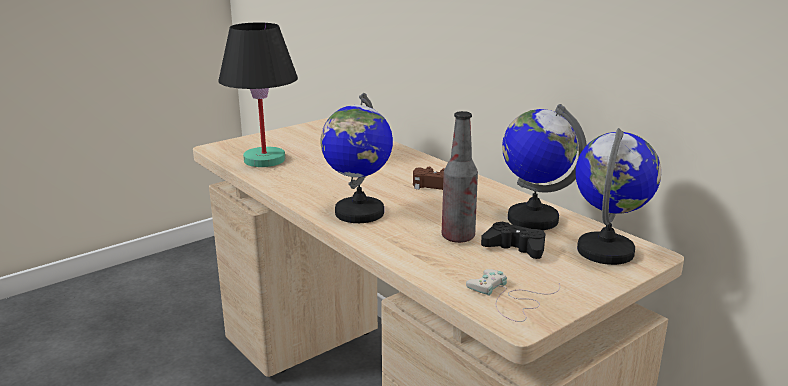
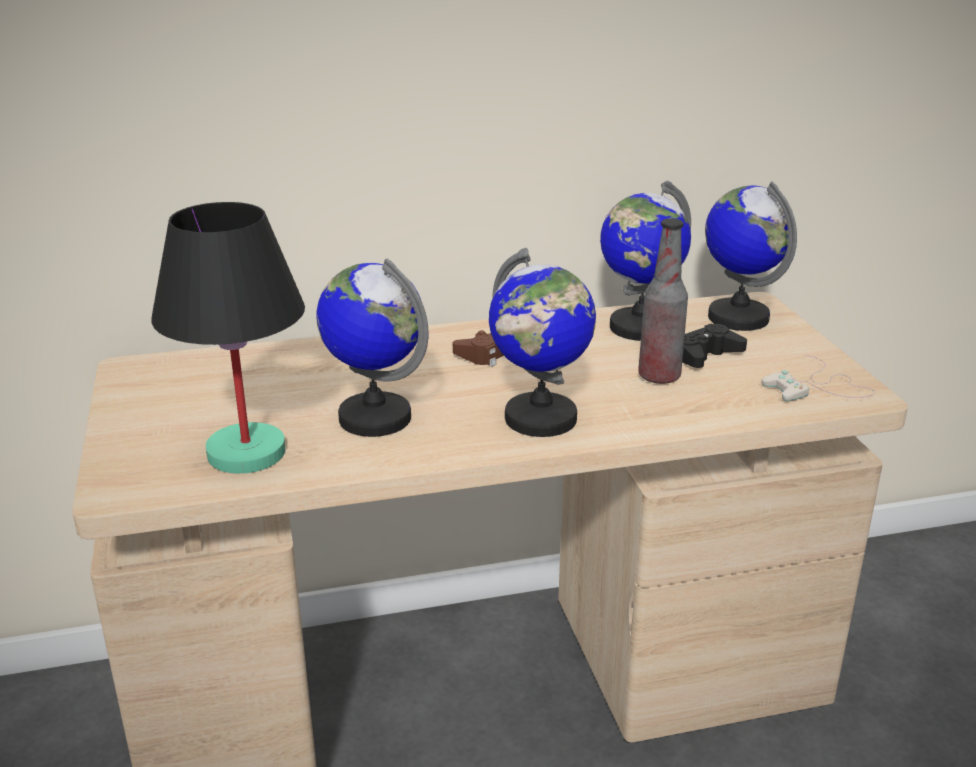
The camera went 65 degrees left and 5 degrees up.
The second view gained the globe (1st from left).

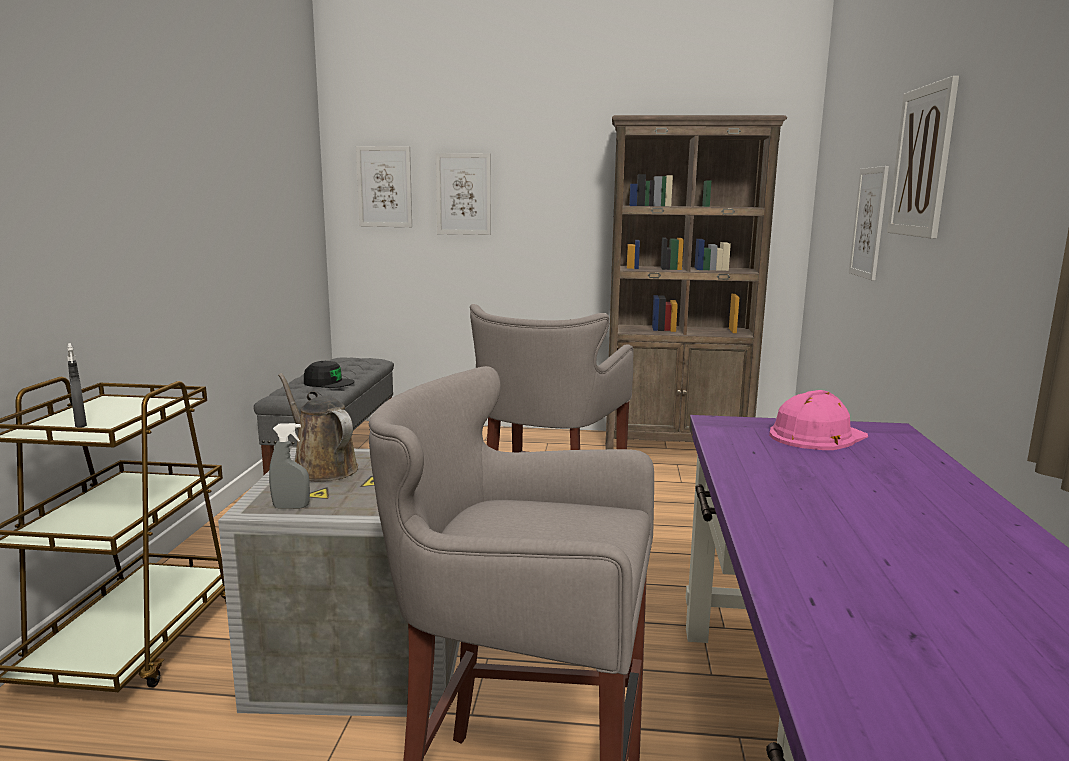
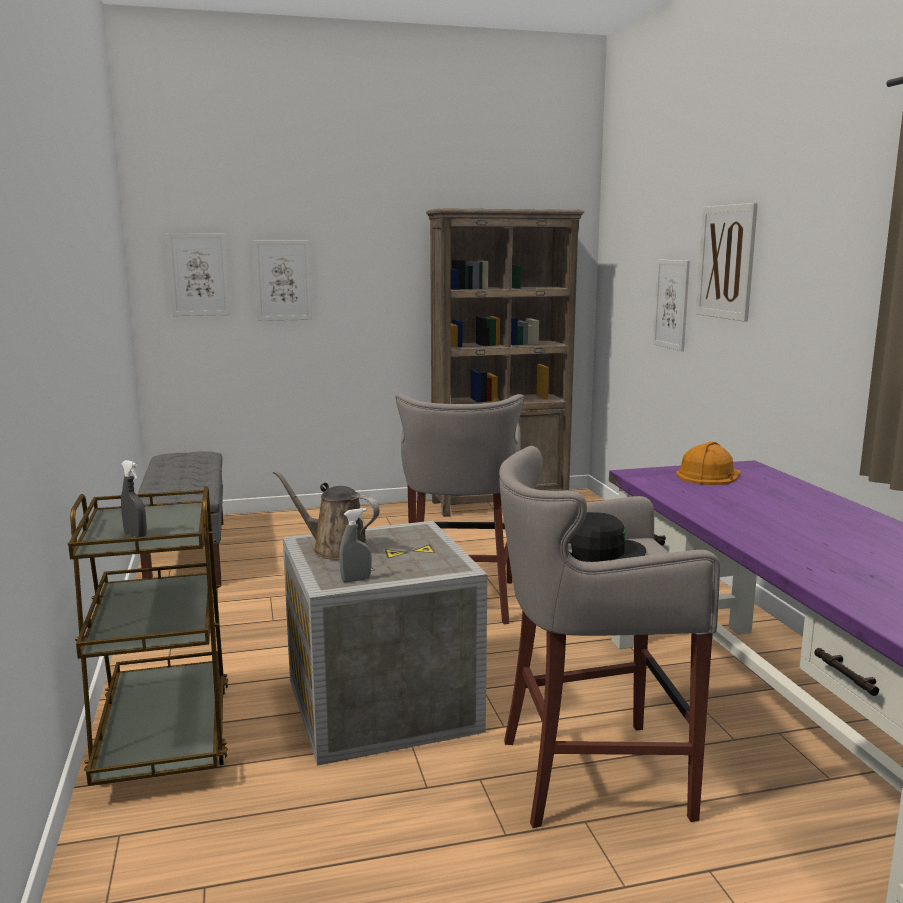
The camera went 20 degrees left and 0 degrees up.
The black cap ended up elsewhere.
What was the pink hard hat turned into the orange hard hat.

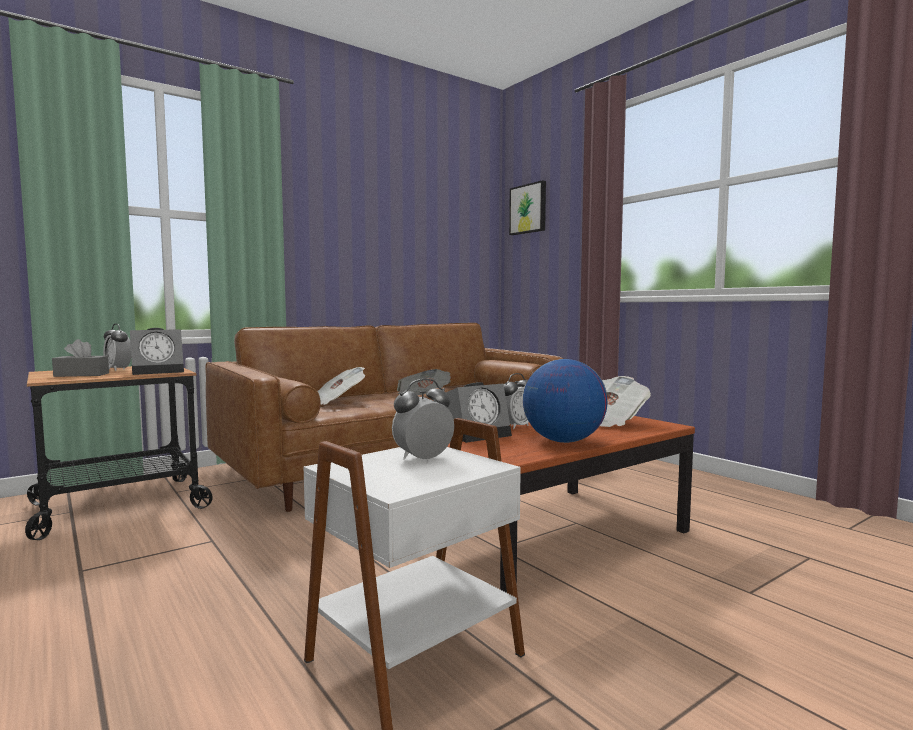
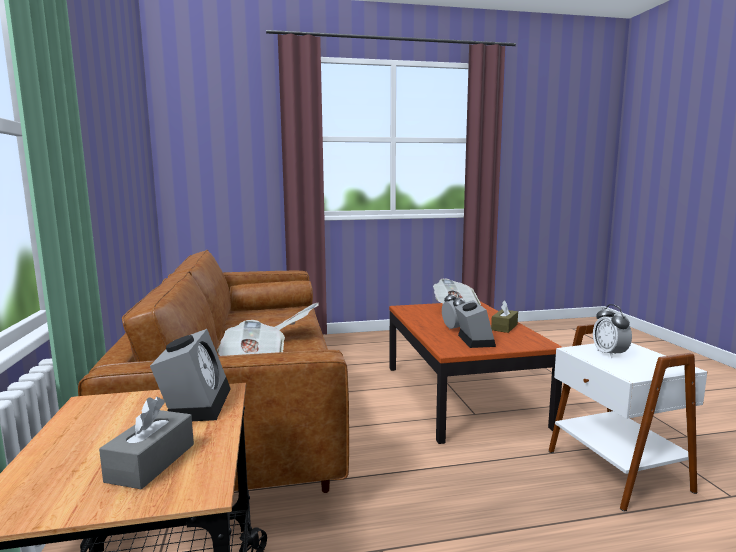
The camera went 65 degrees left and 5 degrees up.
The second view lost the alarm clock (1st from left).
The second view lost the picture.
Where the globe stood, the brown tissue box came to stand.

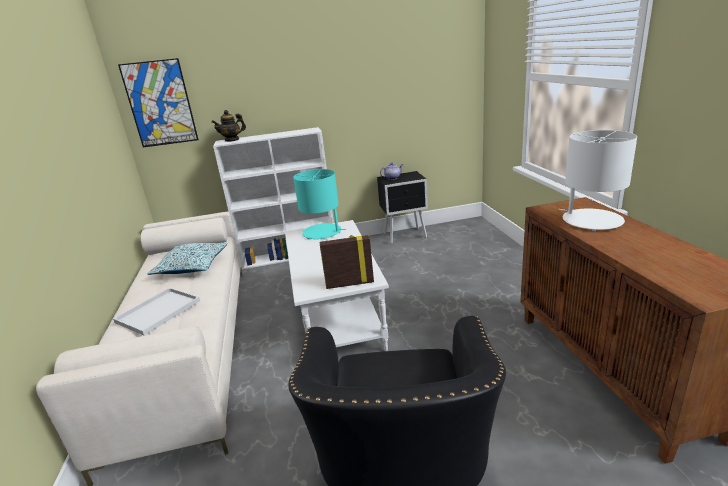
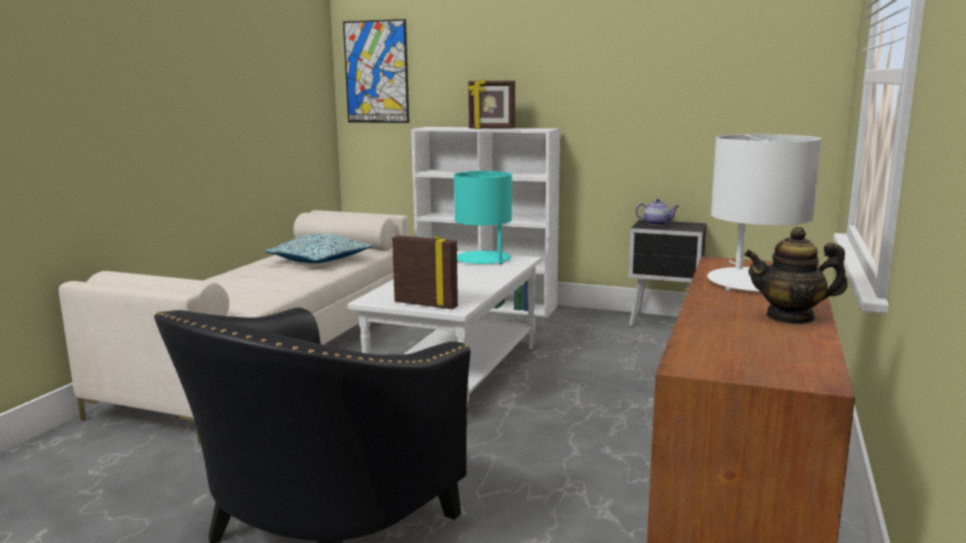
The camera went 30 degrees right and 10 degrees down.
The second view lost the white tray.
The second view gained the picture frame (2nd from left).
The teapot (1st from left in the first image) ended up elsewhere.

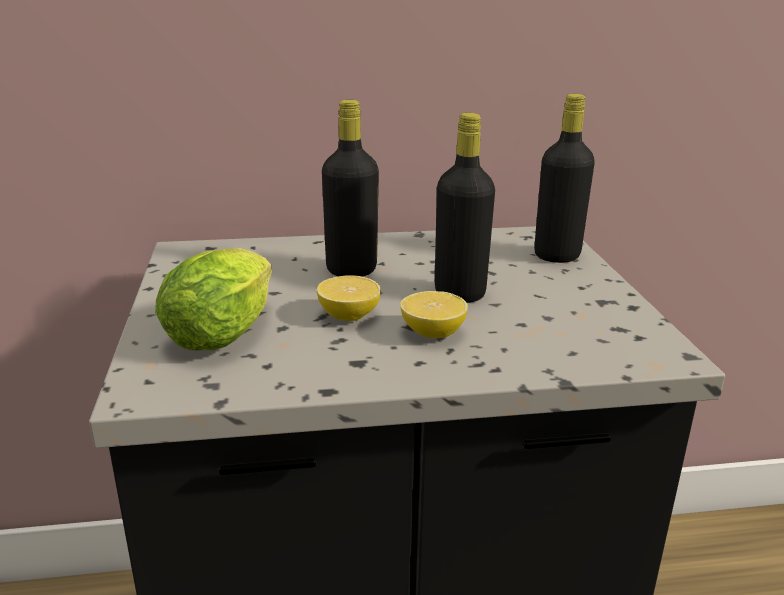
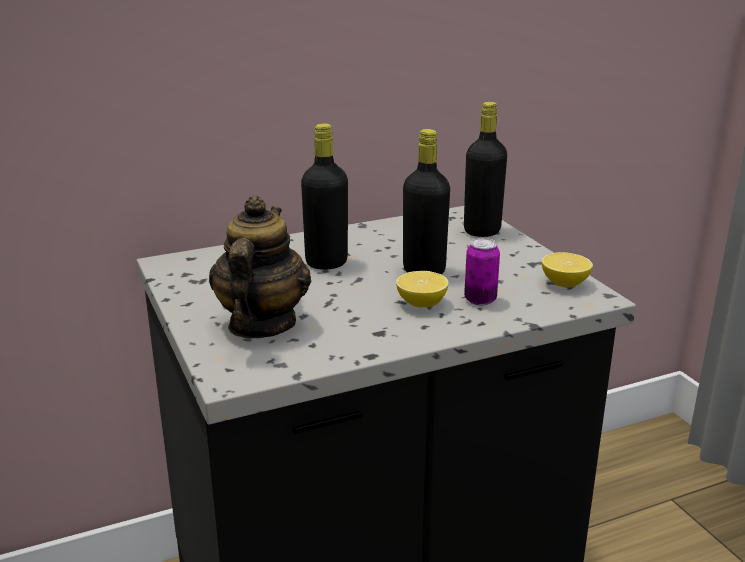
The camera went 15 degrees left and 0 degrees up.
The second view gained the can.
The lemon (1st from left in the first image) ended up elsewhere.
Where the lettuce stood, the teapot came to stand.

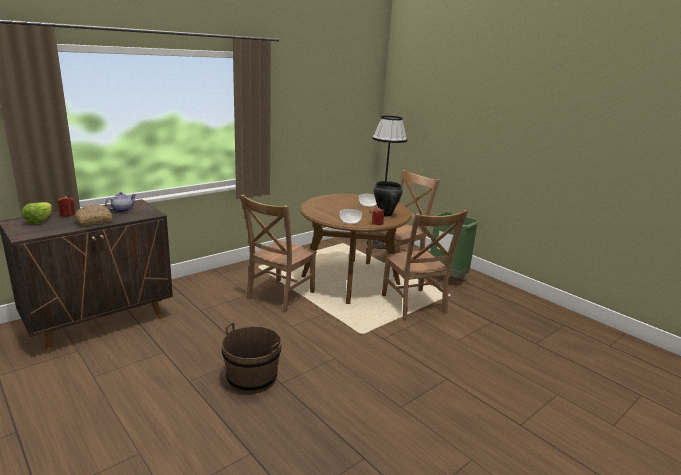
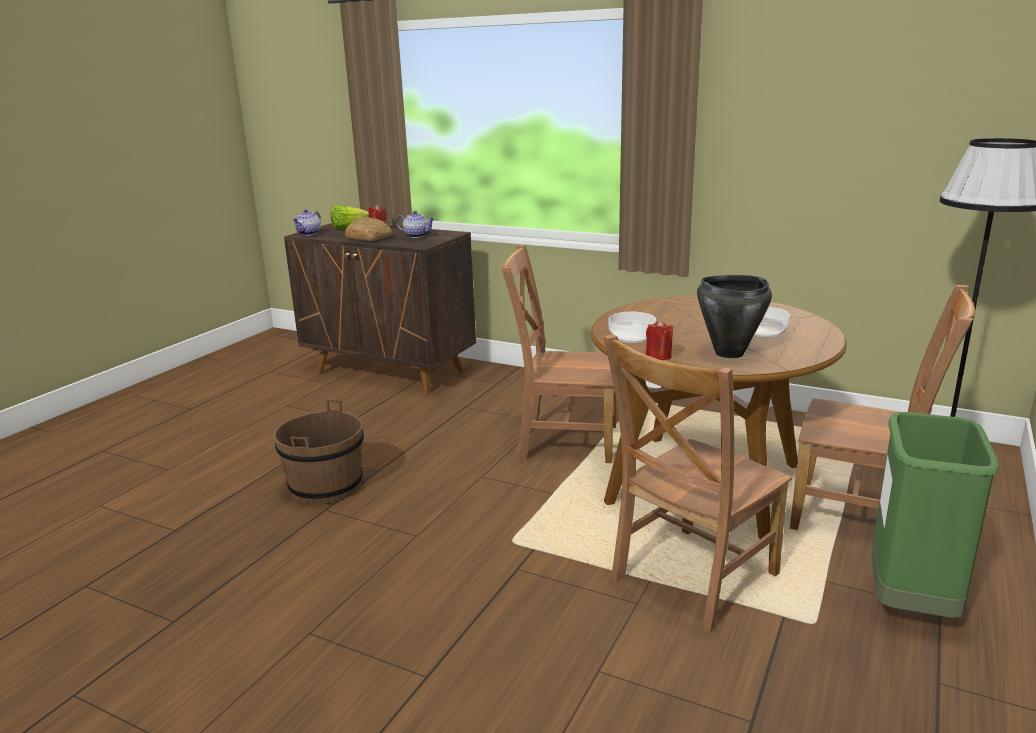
The camera went 70 degrees right and 0 degrees up.
The second view gained the teapot (1st from left).

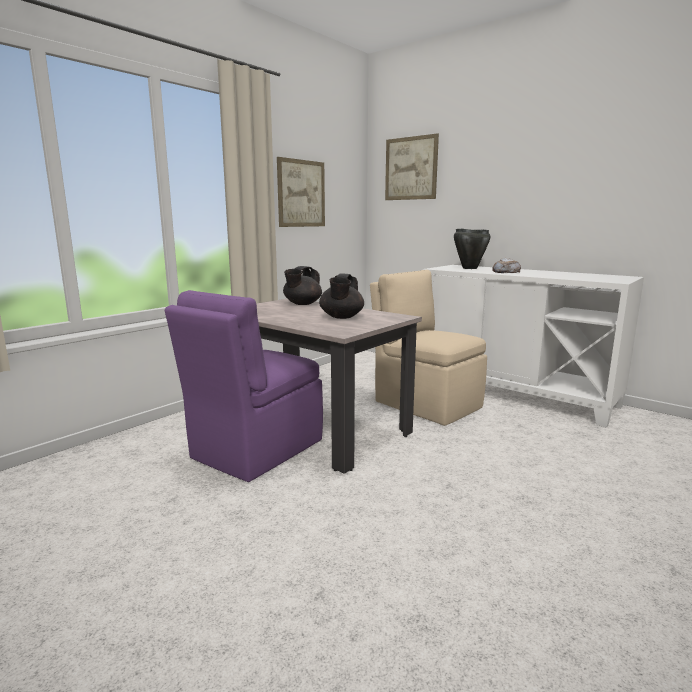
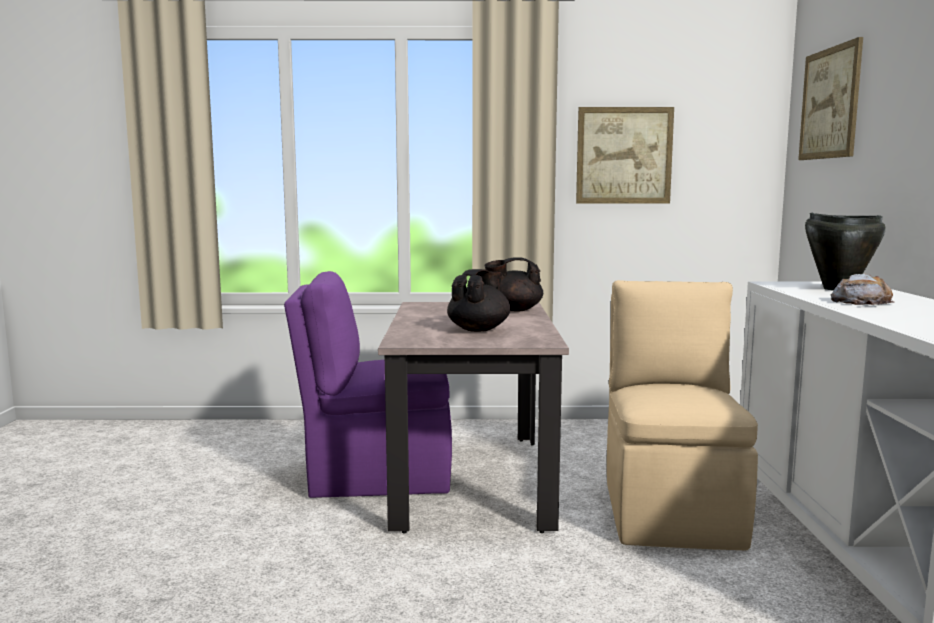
The camera went 50 degrees right and 5 degrees down.
The black teapot (2nd from left in the first image) ended up facing another way, 150 degrees clockwise from before.

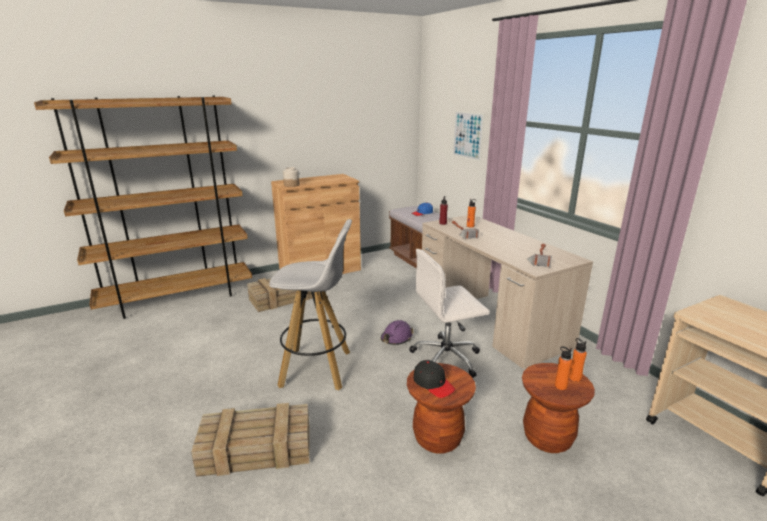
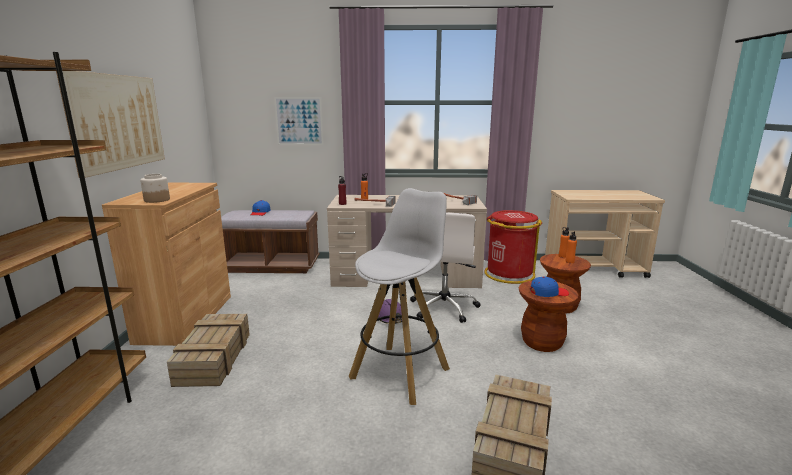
The camera went 60 degrees left and 5 degrees down.
The second view gained the picture (1st from left).
The second view gained the red trash can.
What was the black cap turned into the blue cap (2nd from left).

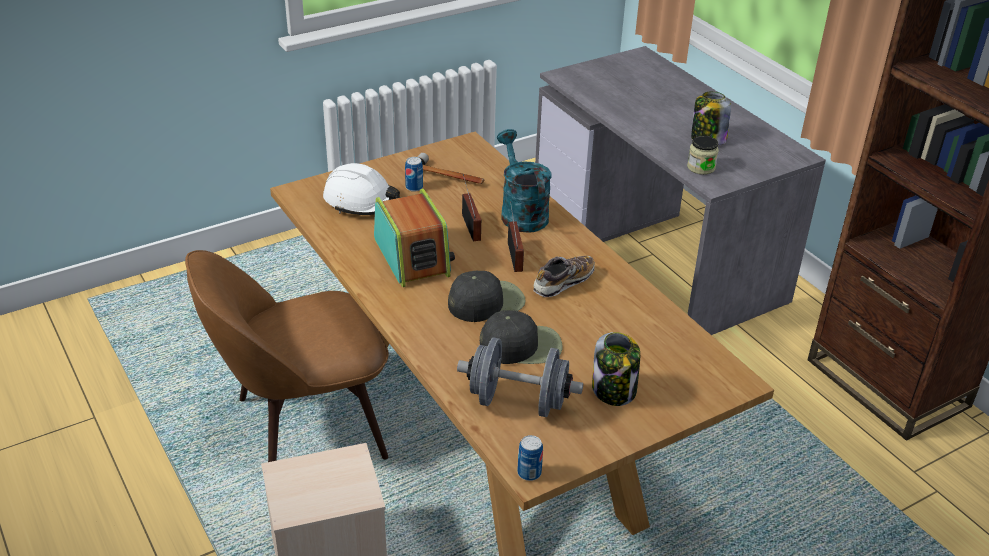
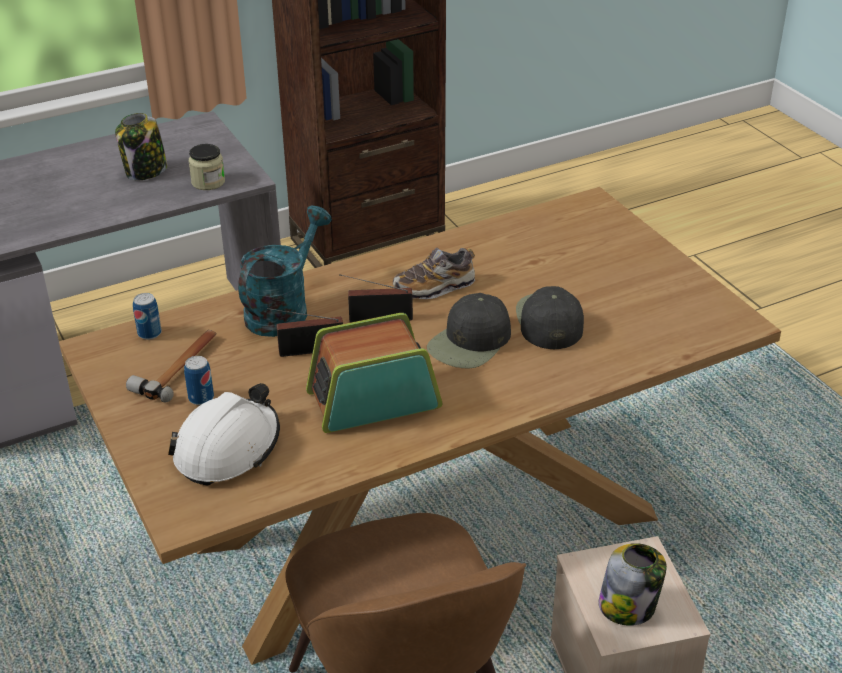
The camera went 85 degrees left and 0 degrees up.
The second view lost the grey dumbbell.
The can (2nd from left in the first image) ended up elsewhere.
The jar (1st from left in the first image) ended up elsewhere.
The black cap (1st from left) ended up facing another way, 120 degrees counterclockwise from before.
The turquoise watering can ended up facing another way, 135 degrees clockwise from before.
The shoe ended up facing another way, 75 degrees counterclockwise from before.

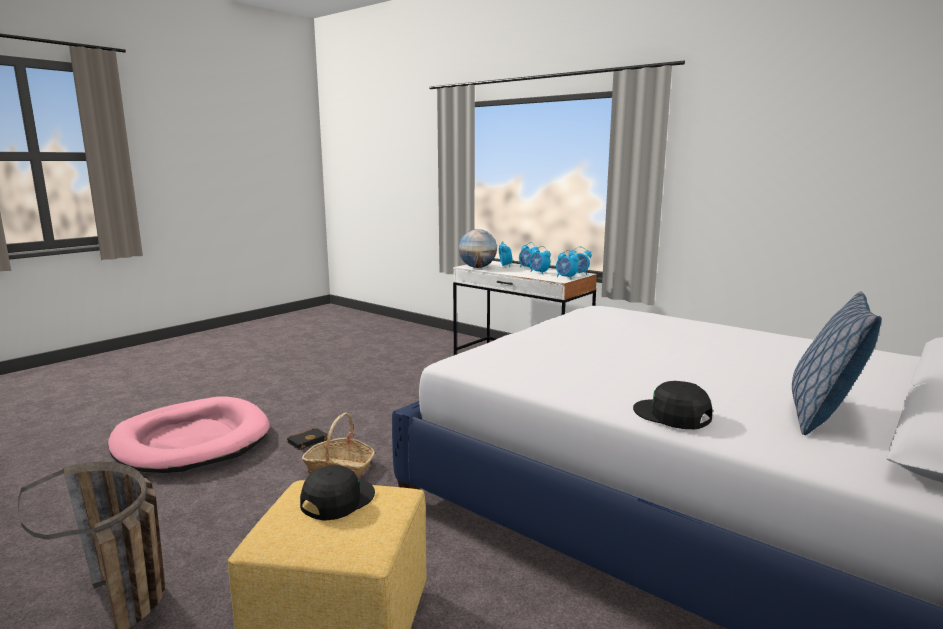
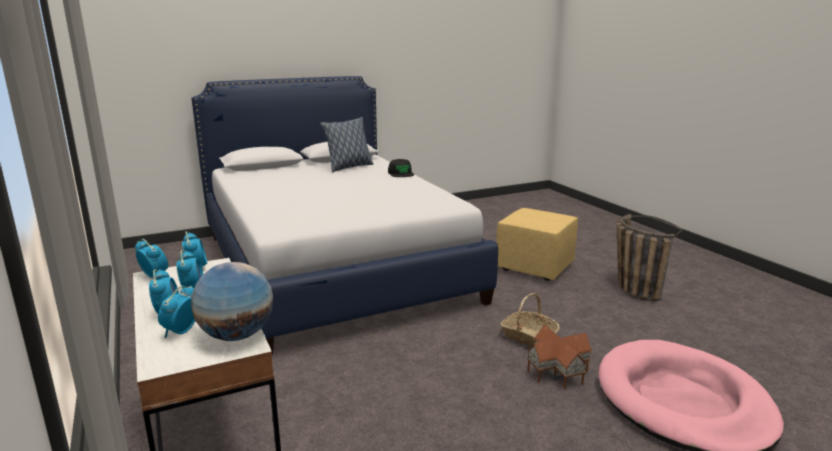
The camera went 155 degrees left and 5 degrees up.
The second view lost the black cap (1st from left).
Where the black book stood, the toy house came to stand.

